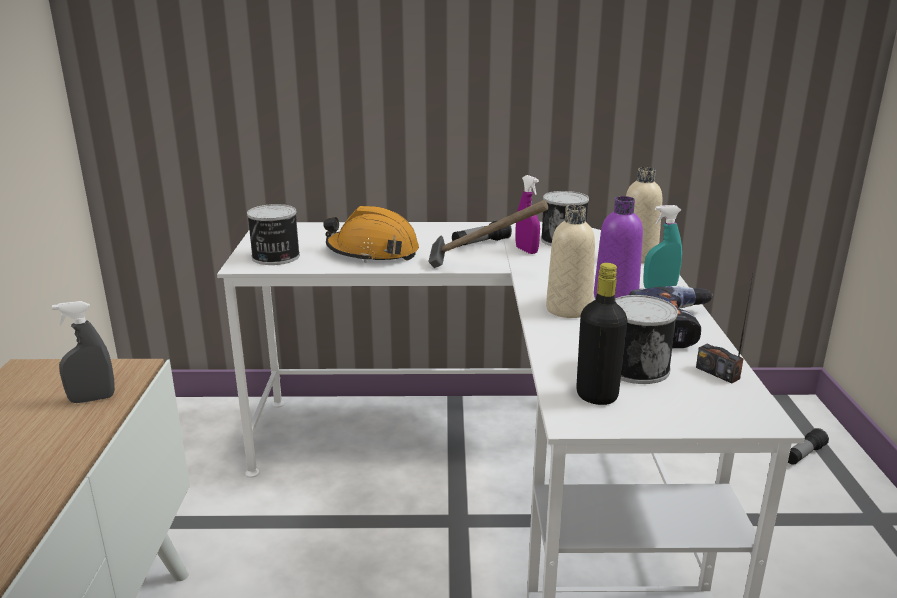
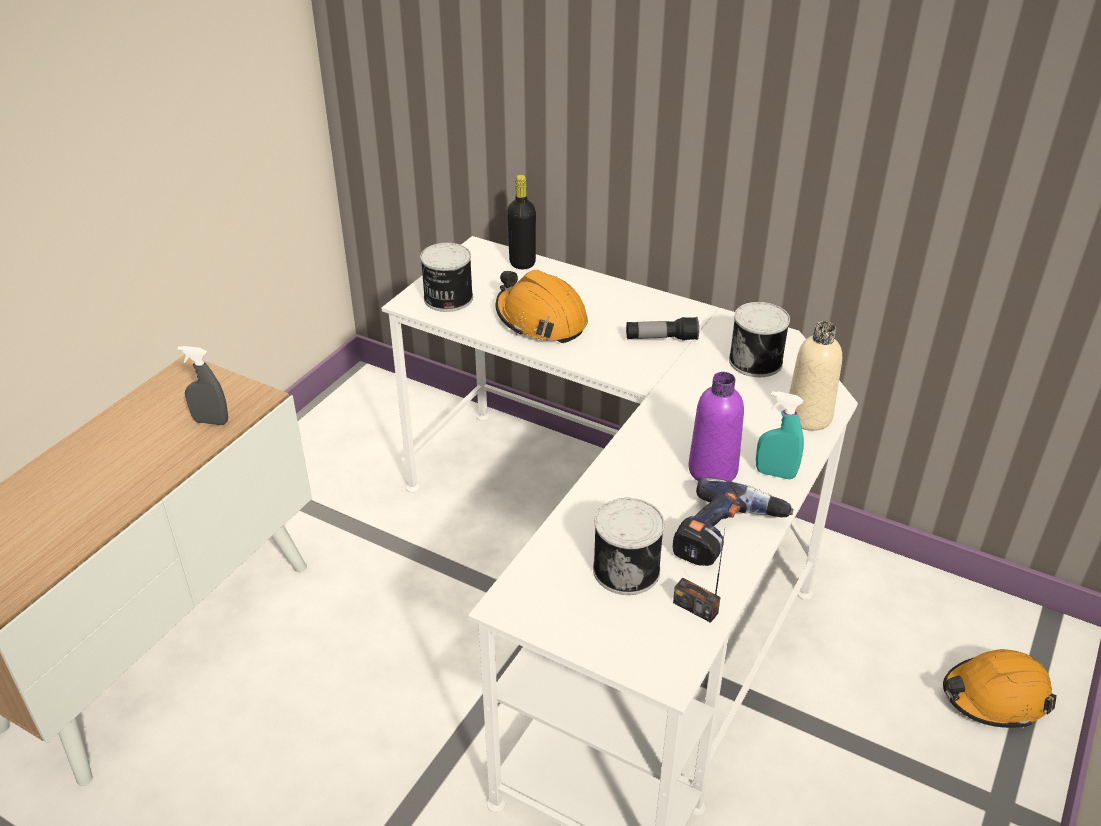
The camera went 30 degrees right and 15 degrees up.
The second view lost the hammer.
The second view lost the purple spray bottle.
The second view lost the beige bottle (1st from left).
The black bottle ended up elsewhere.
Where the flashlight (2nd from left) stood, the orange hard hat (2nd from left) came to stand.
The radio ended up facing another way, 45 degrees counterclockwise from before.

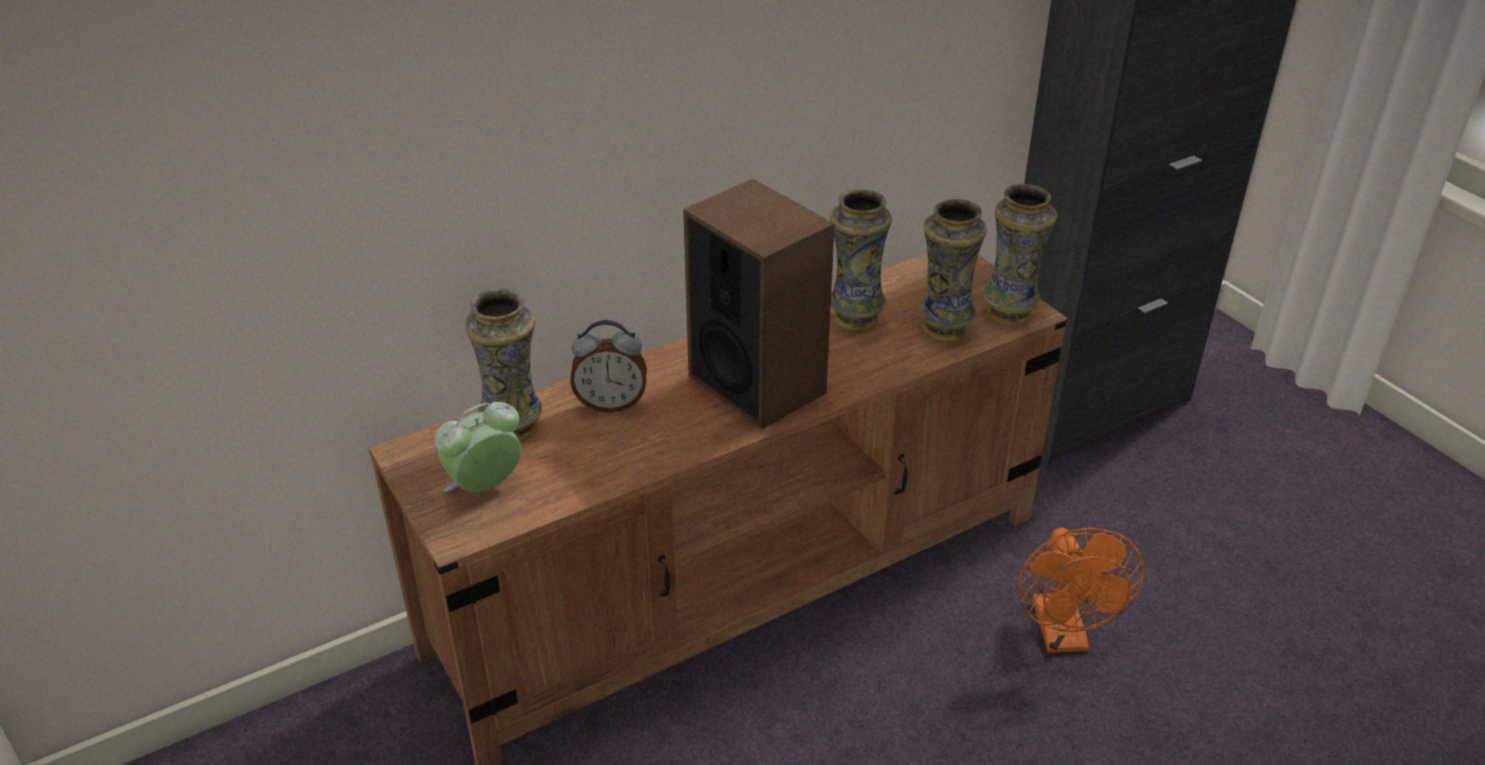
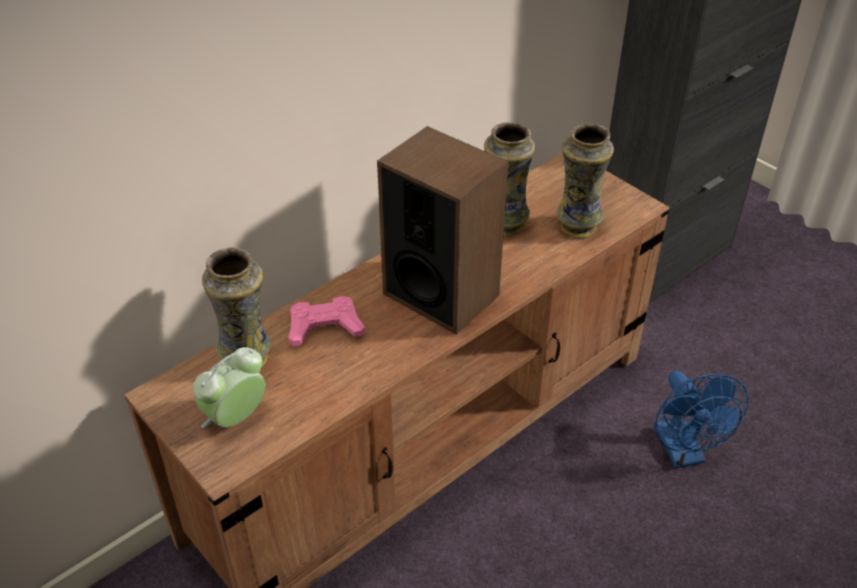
The camera went 10 degrees left and 5 degrees up.
The second view lost the vase (4th from left).
Where the alarm clock (2nd from left) stood, the pink game controller came to stand.
What was the orange fan turned into the blue fan.

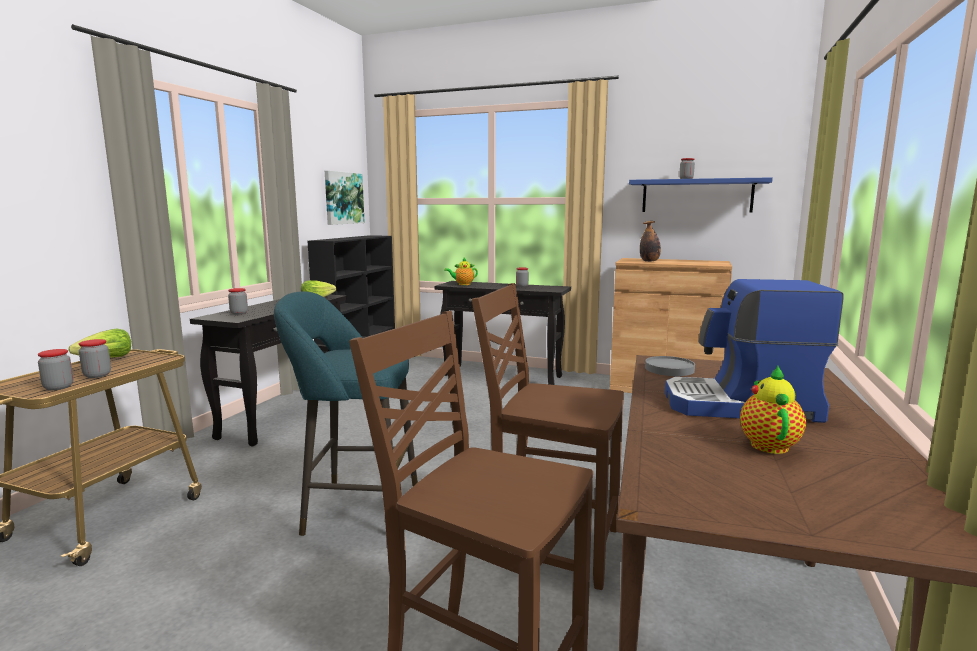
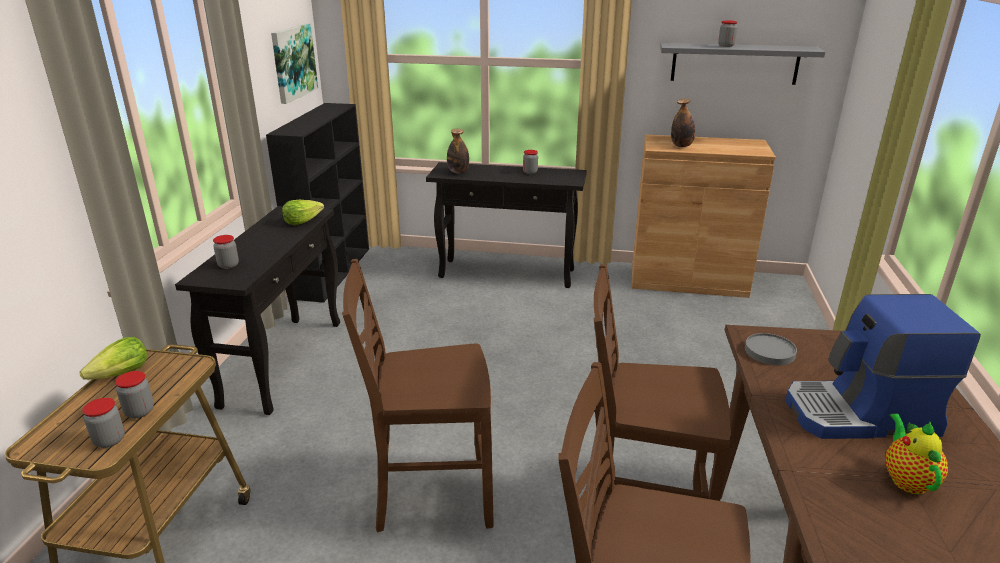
The camera went 10 degrees left and 15 degrees up.
Where the turquoise stool stood, the brown chair (1st from left) came to stand.
Where the teapot (1st from left) stood, the bottle (1st from left) came to stand.
What was the blue shelf turned into the grey shelf.

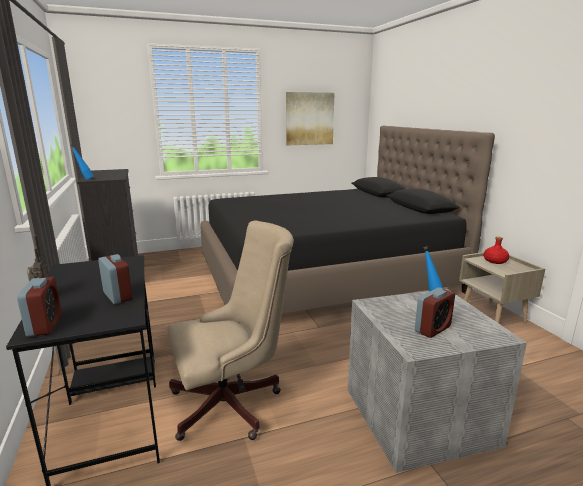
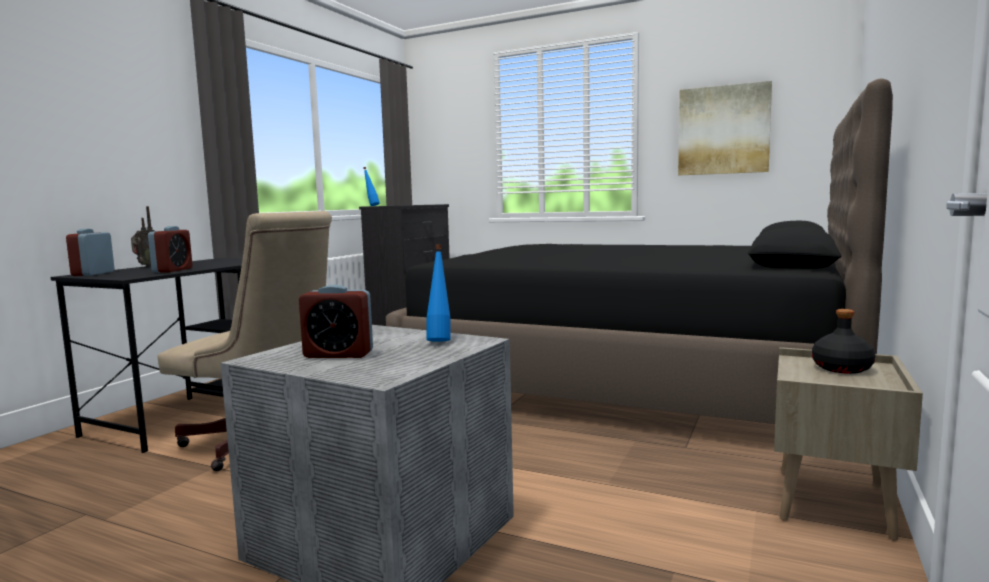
The camera went 45 degrees right and 10 degrees down.
What was the red bottle turned into the black bottle.
The alarm clock (1st from left) ended up facing another way, 150 degrees clockwise from before.

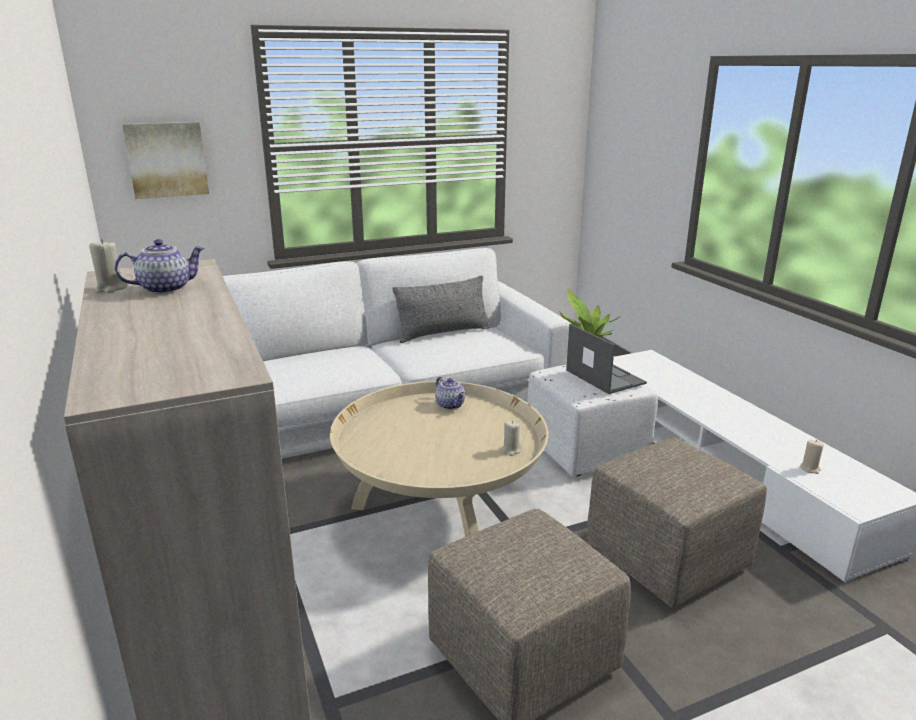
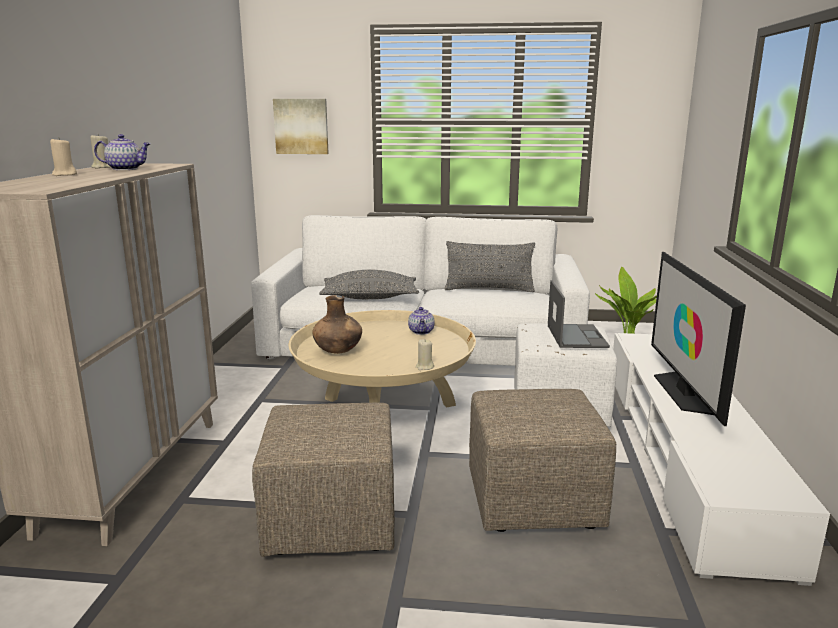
The camera went 30 degrees right and 5 degrees down.
The second view gained the brown vase.
The second view gained the grey pillow (1st from left).
The second view gained the television.
The beige candle (3rd from left in the first image) ended up elsewhere.

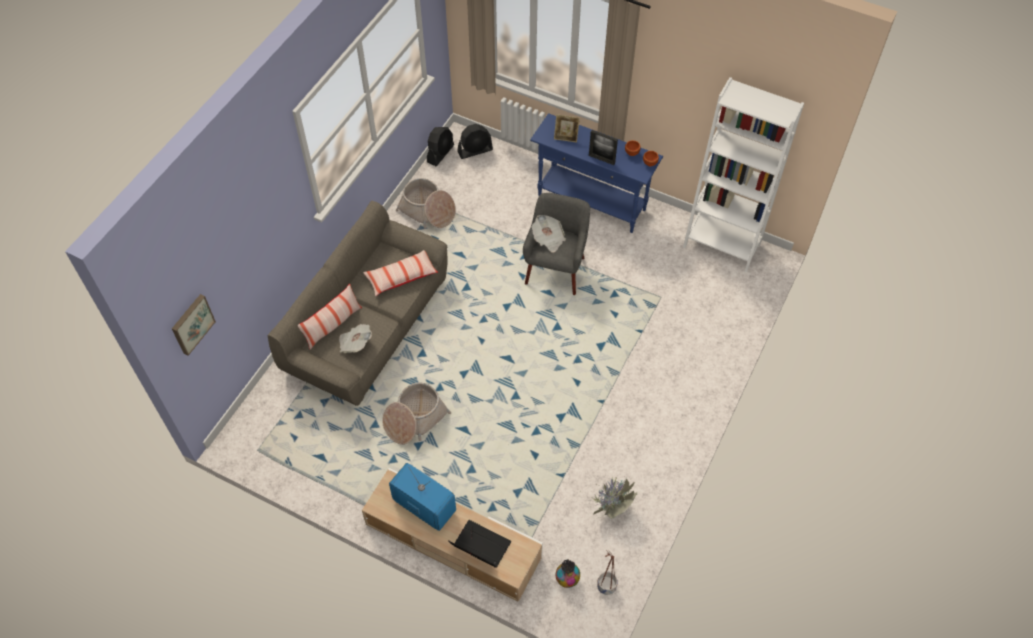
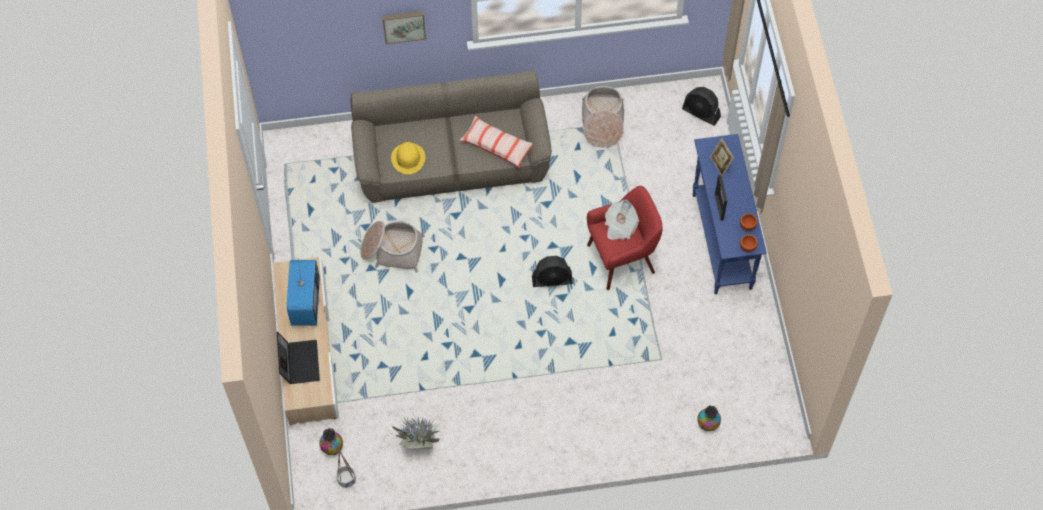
The camera went 55 degrees right and 5 degrees up.
The second view lost the pillow (1st from left).
The second view lost the white bookcase.
The second view gained the vase (2nd from left).
The picture ended up elsewhere.
The black fan (1st from left) ended up elsewhere.
Where the newspaper (1st from left) stood, the yellow hat came to stand.
What was the grey armchair turned into the red armchair.

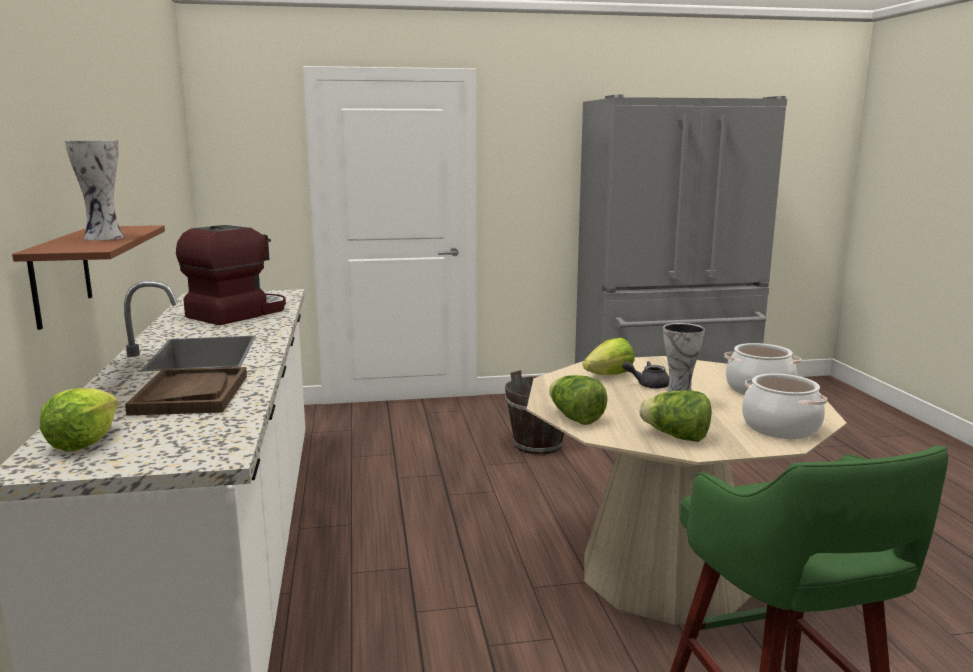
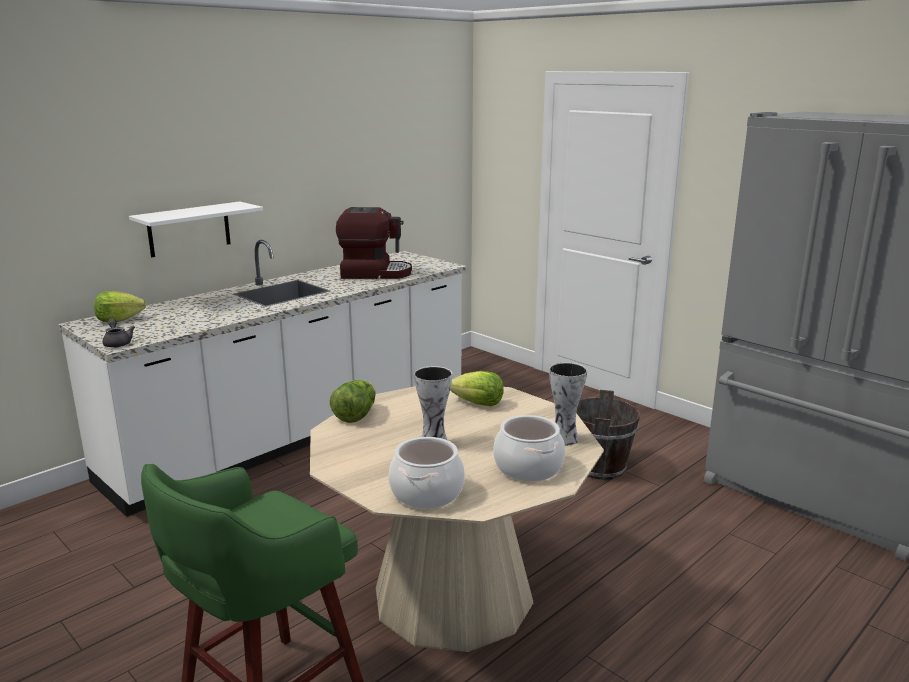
The camera went 55 degrees right and 5 degrees up.
The second view lost the brown tray.
The second view lost the lettuce (4th from left).
The vase (1st from left in the first image) ended up elsewhere.
The grey teapot ended up elsewhere.
What was the brown shelf turned into the white shelf.

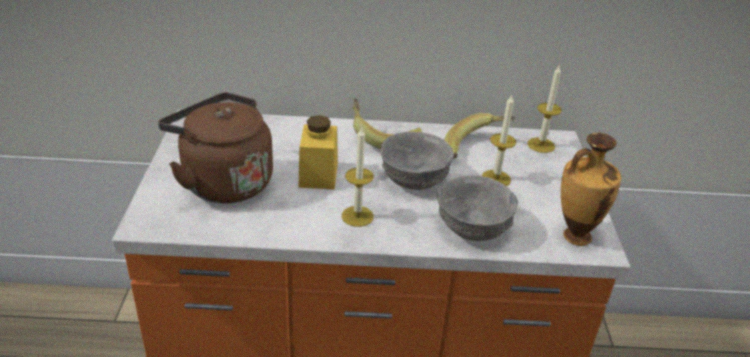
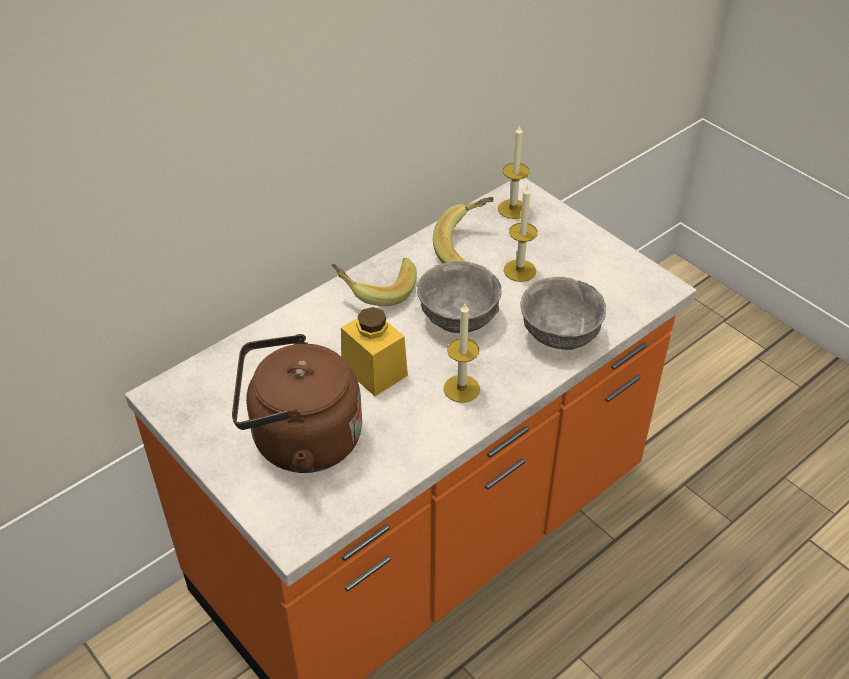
The camera went 40 degrees left and 10 degrees up.
The second view lost the vase.

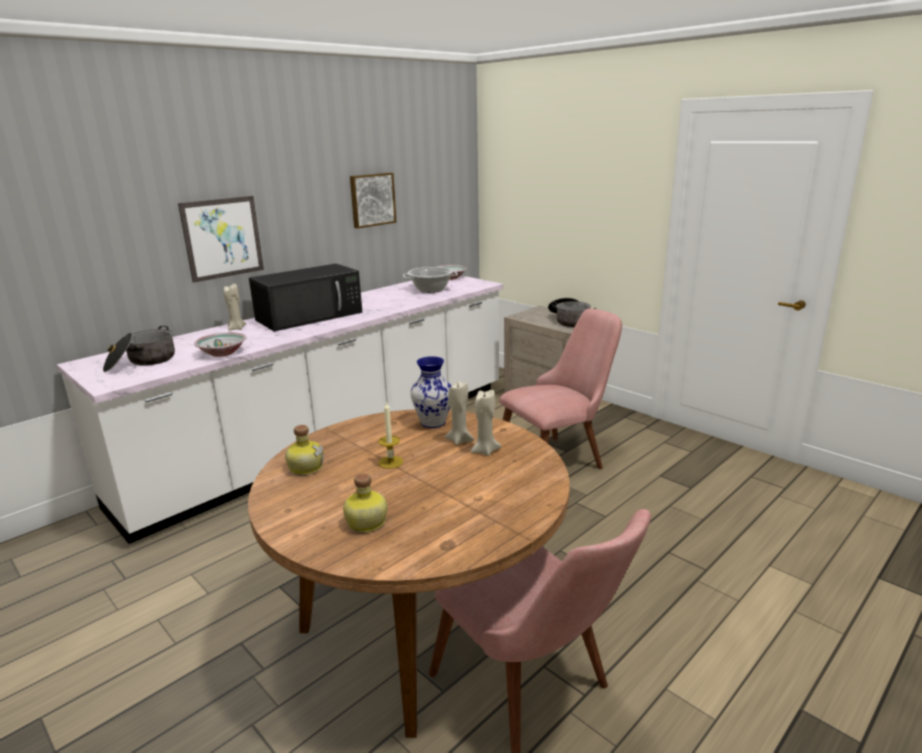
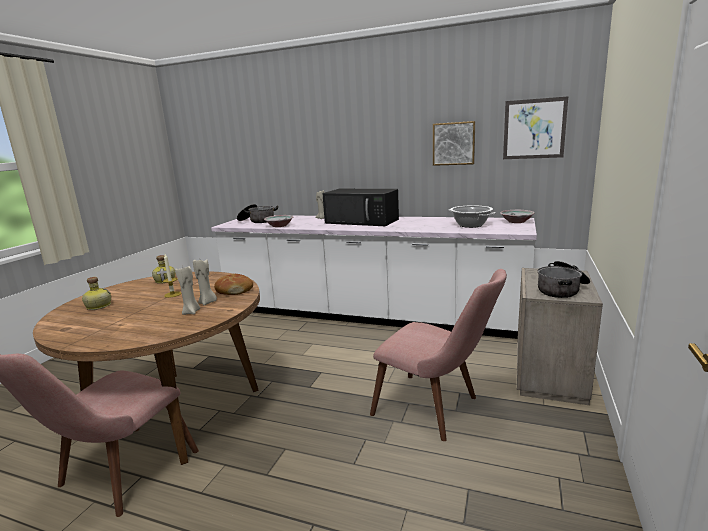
The camera went 65 degrees right and 5 degrees down.
The picture (1st from left in the first image) ended up elsewhere.
Where the vase stood, the bread came to stand.

